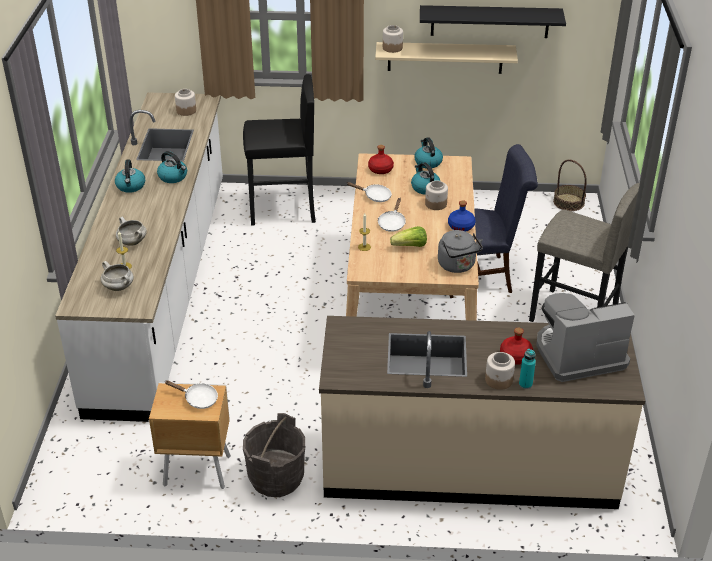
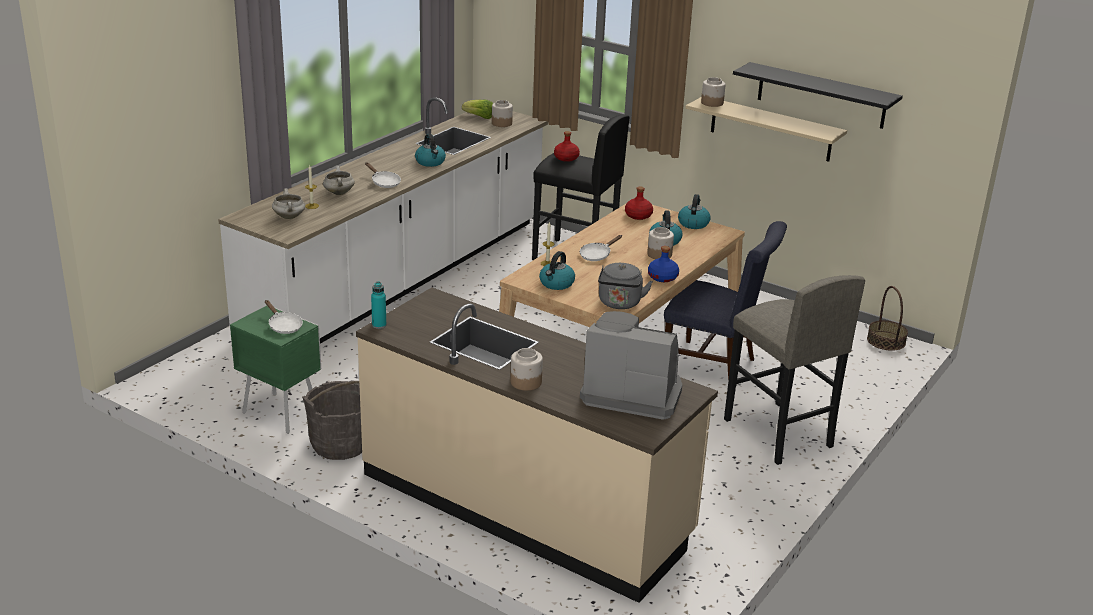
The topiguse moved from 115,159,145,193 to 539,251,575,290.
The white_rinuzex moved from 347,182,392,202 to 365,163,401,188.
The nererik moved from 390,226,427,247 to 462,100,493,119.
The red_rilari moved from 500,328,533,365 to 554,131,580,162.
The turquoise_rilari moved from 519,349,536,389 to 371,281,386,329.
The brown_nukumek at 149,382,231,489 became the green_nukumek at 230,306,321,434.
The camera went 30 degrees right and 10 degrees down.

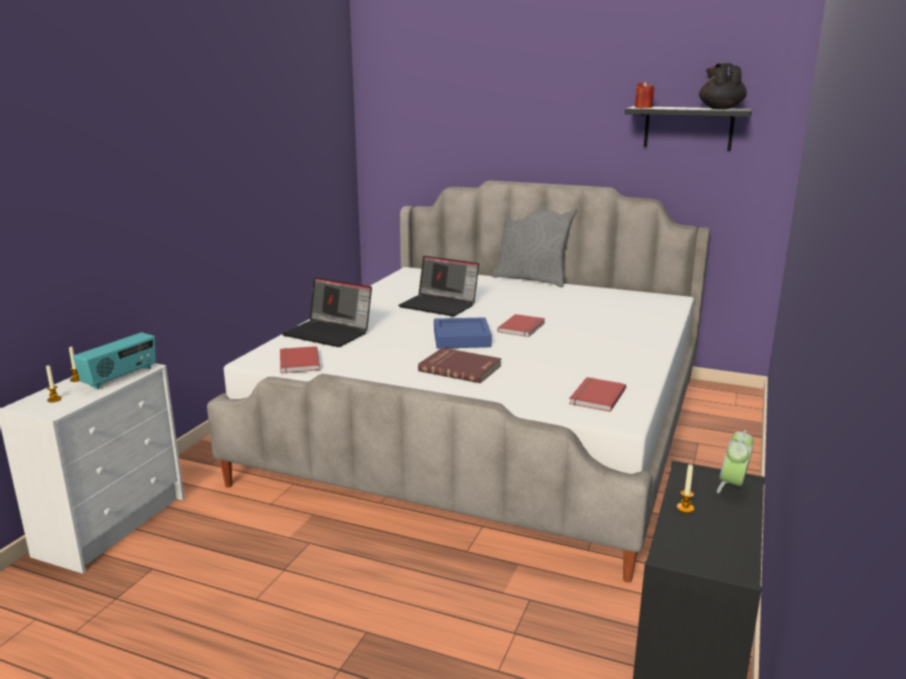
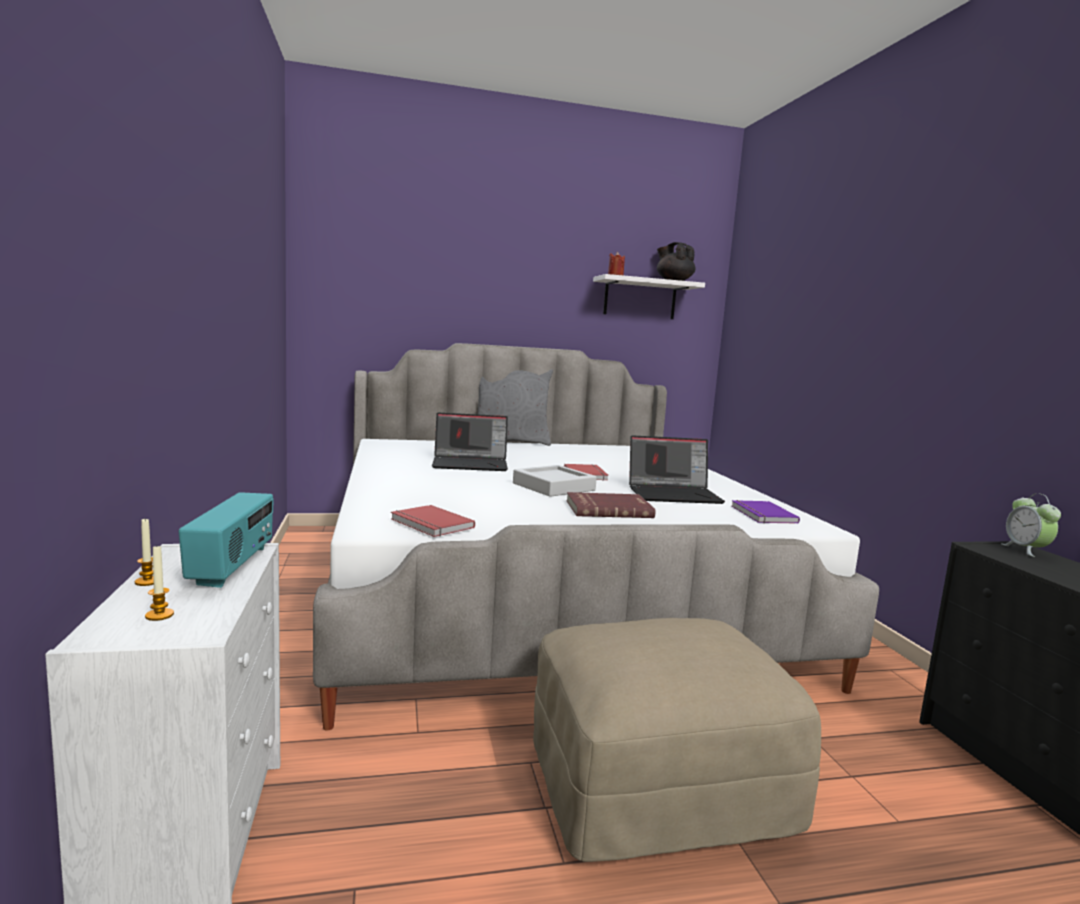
The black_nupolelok at 625,106,752,150 became the white_nupolelok at 593,274,705,319.
The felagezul moved from 281,277,372,347 to 629,435,725,504.
The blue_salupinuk at 434,317,492,349 became the grey_salupinuk at 513,465,597,497.
The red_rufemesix at 569,377,626,412 became the purple_rufemesix at 732,500,800,524.
The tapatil at 677,464,694,513 disappeared.
The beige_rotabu at 533,618,821,862 appeared.
The camera went 35 degrees left and 10 degrees down.

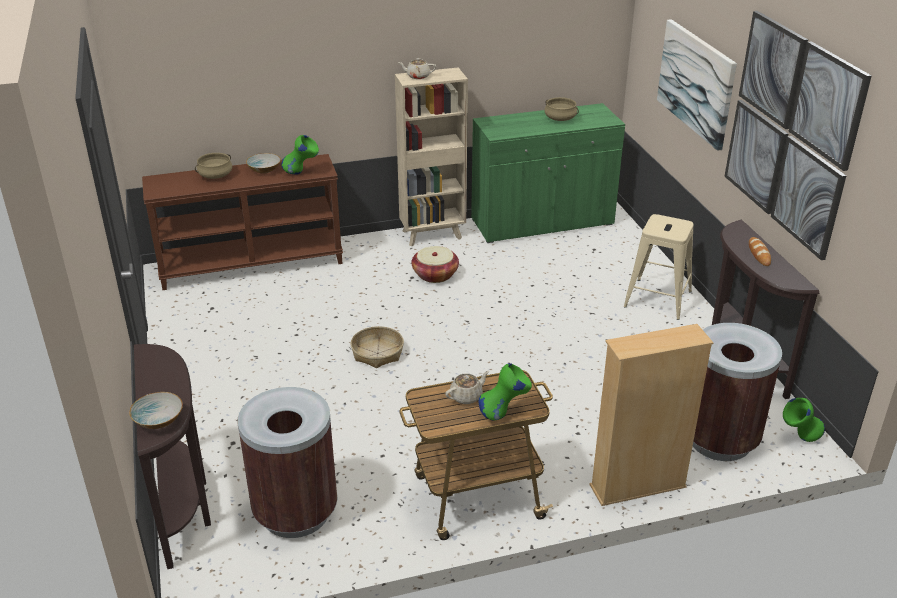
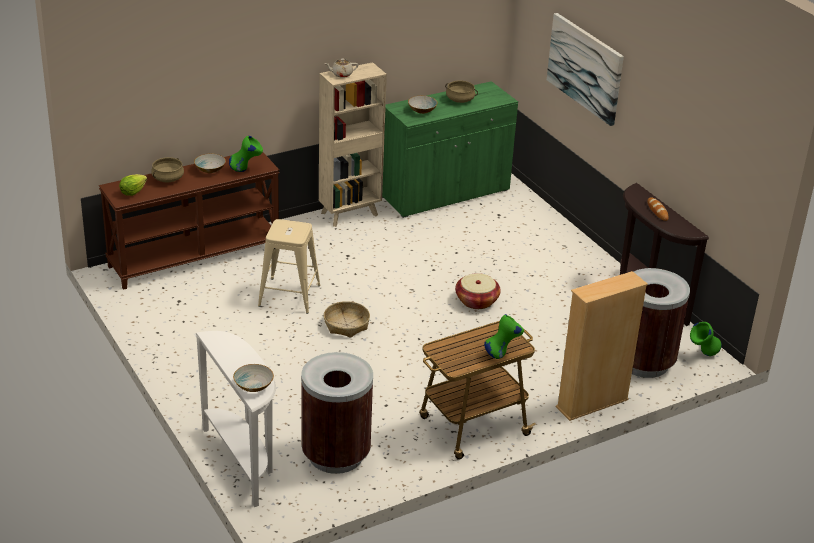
The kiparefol at 724,11,872,260 disappeared.
The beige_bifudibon moved from 624,214,694,320 to 258,219,321,314.
The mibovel moved from 411,246,459,283 to 455,273,501,309.
The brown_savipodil at 134,344,211,569 became the white_savipodil at 195,331,276,507.
The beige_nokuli at 445,371,489,404 disappeared.
The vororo at 408,96,438,114 appeared.
The nererik at 119,174,147,196 appeared.
The camera went 15 degrees left and 0 degrees up.

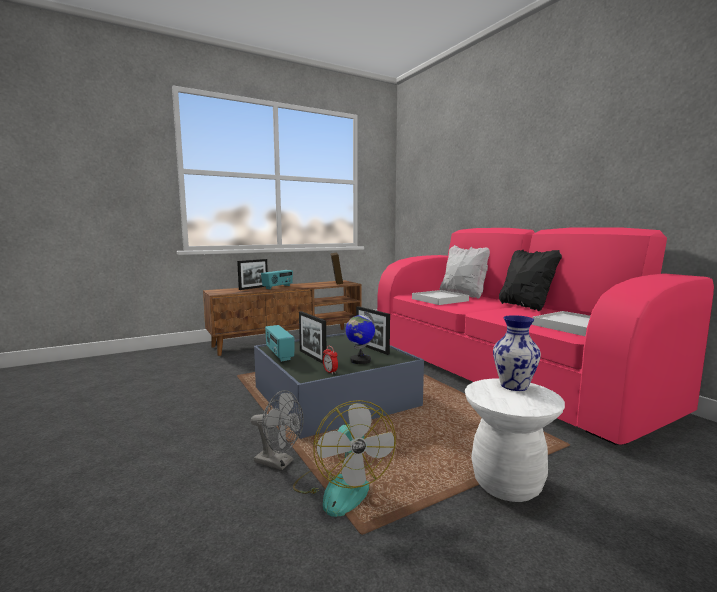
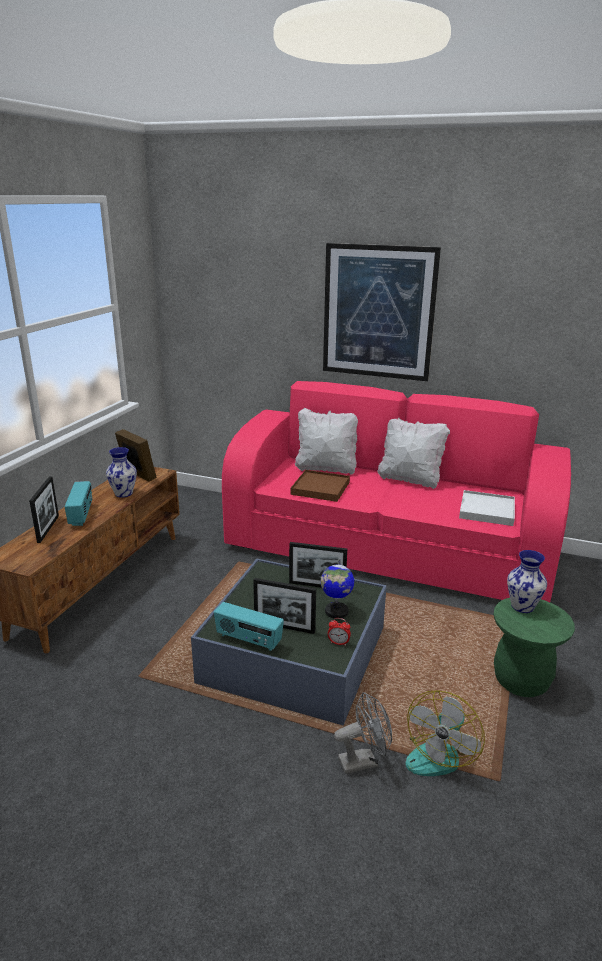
The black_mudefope at 499,250,562,311 became the white_mudefope at 377,418,450,489.
The white_salupinuk at 412,290,469,305 became the brown_salupinuk at 291,470,350,502.
The white_bifudibon at 465,378,565,502 became the green_bifudibon at 494,598,575,697.
The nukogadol at 293,400,396,517 turned 90 degrees clockwise.
The kiparefol at 323,243,441,381 appeared.
The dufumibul at 106,447,137,498 appeared.
The camera went 40 degrees left and 15 degrees up.

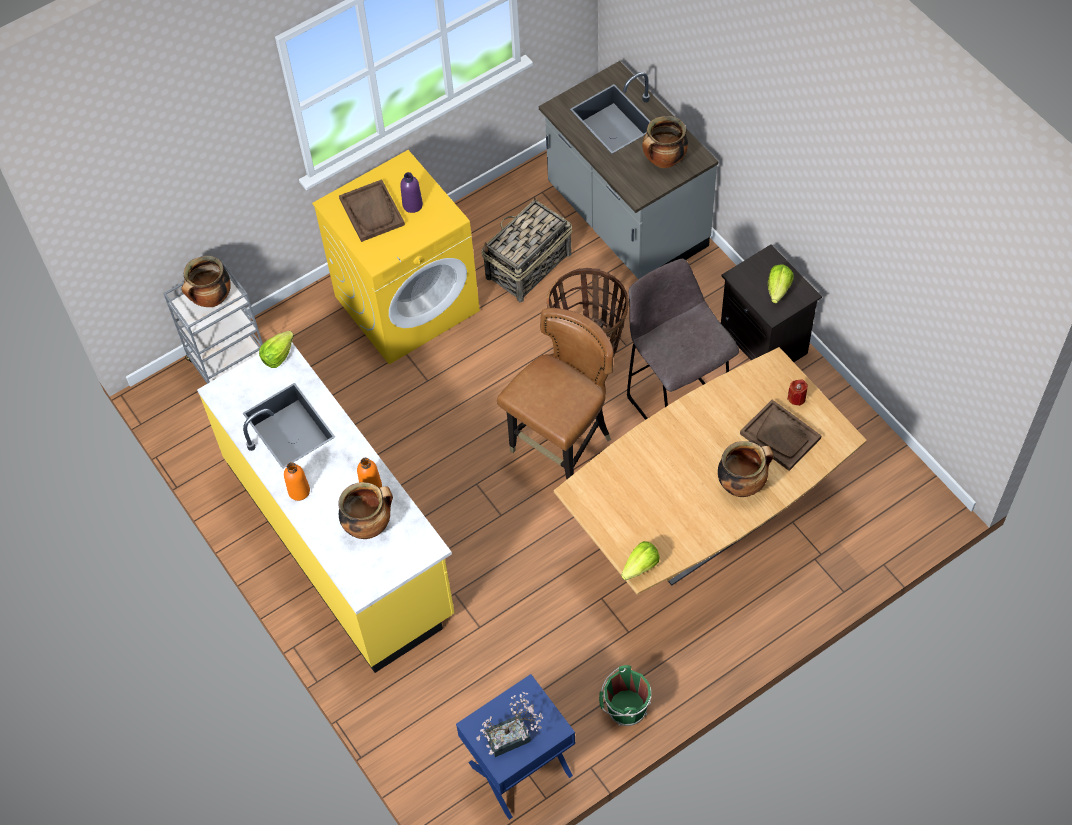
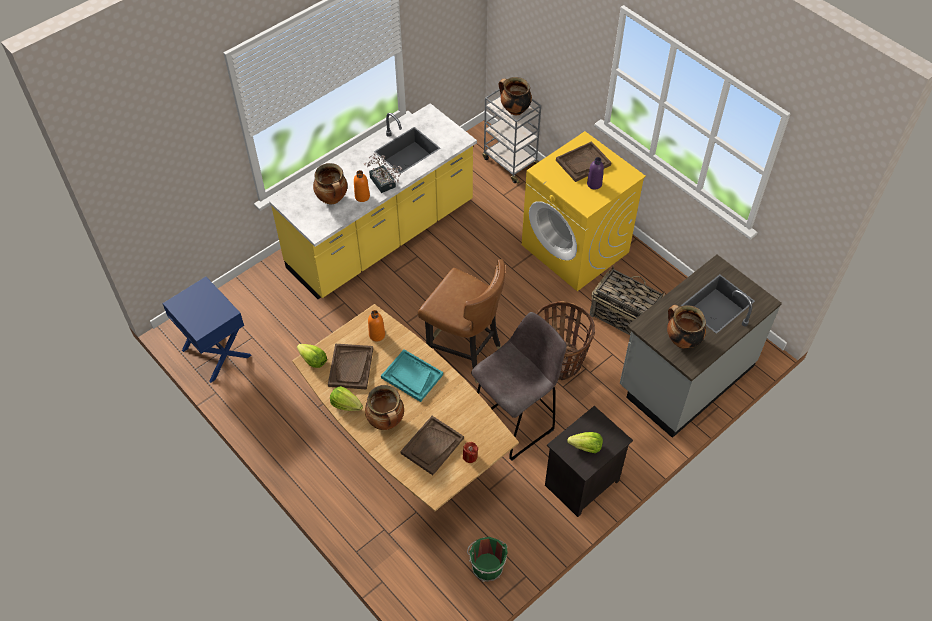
The nererik moved from 259,331,294,368 to 330,386,363,411.
The orange_rilari moved from 284,462,310,501 to 368,310,385,342.
The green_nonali moved from 599,665,652,726 to 467,537,508,582.
The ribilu moved from 476,692,543,757 to 364,153,402,193.
The brown_salupinuk at 328,344,373,389 appeared.
The turquoise_salupinuk at 381,349,443,402 appeared.
The camera went 80 degrees right and 5 degrees down.

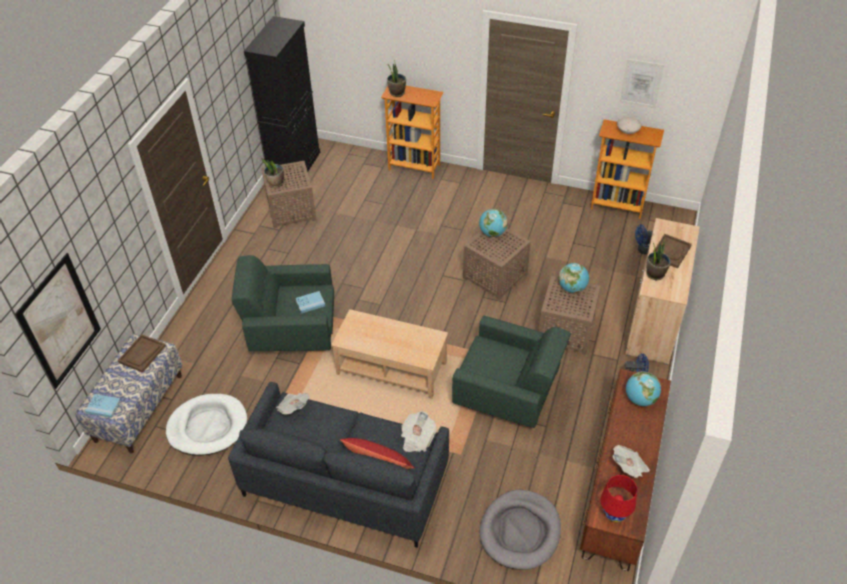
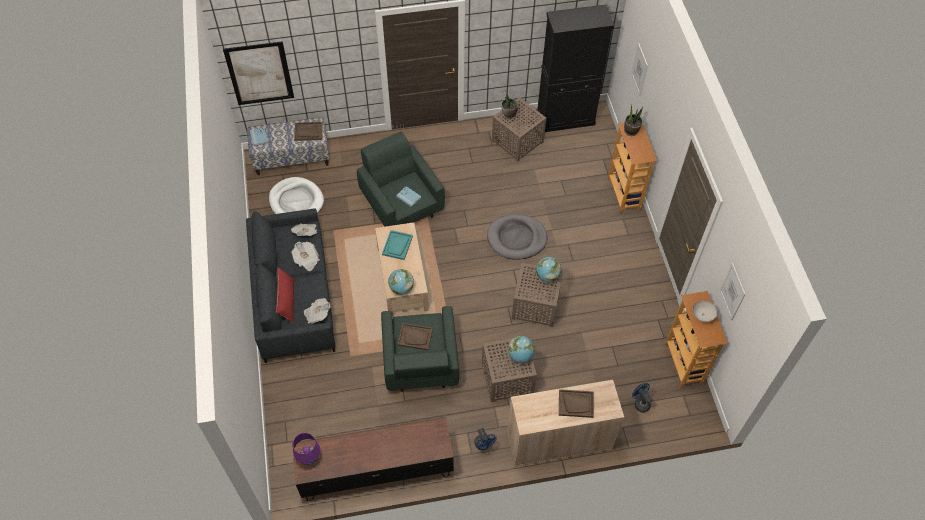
The ribilu at 646,241,671,280 disappeared.
The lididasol moved from 626,371,661,406 to 388,269,414,295.
The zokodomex moved from 612,445,650,478 to 291,242,320,271.
The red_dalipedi at 600,475,637,522 became the purple_dalipedi at 293,433,320,465.
The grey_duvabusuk moved from 480,490,561,570 to 487,214,547,260.
The kiparefol at 631,43,648,96 appeared.
The turquoise_salupinuk at 382,230,413,260 appeared.
The brown_salupinuk at 397,323,433,350 appeared.
The camera went 60 degrees right and 10 degrees up.

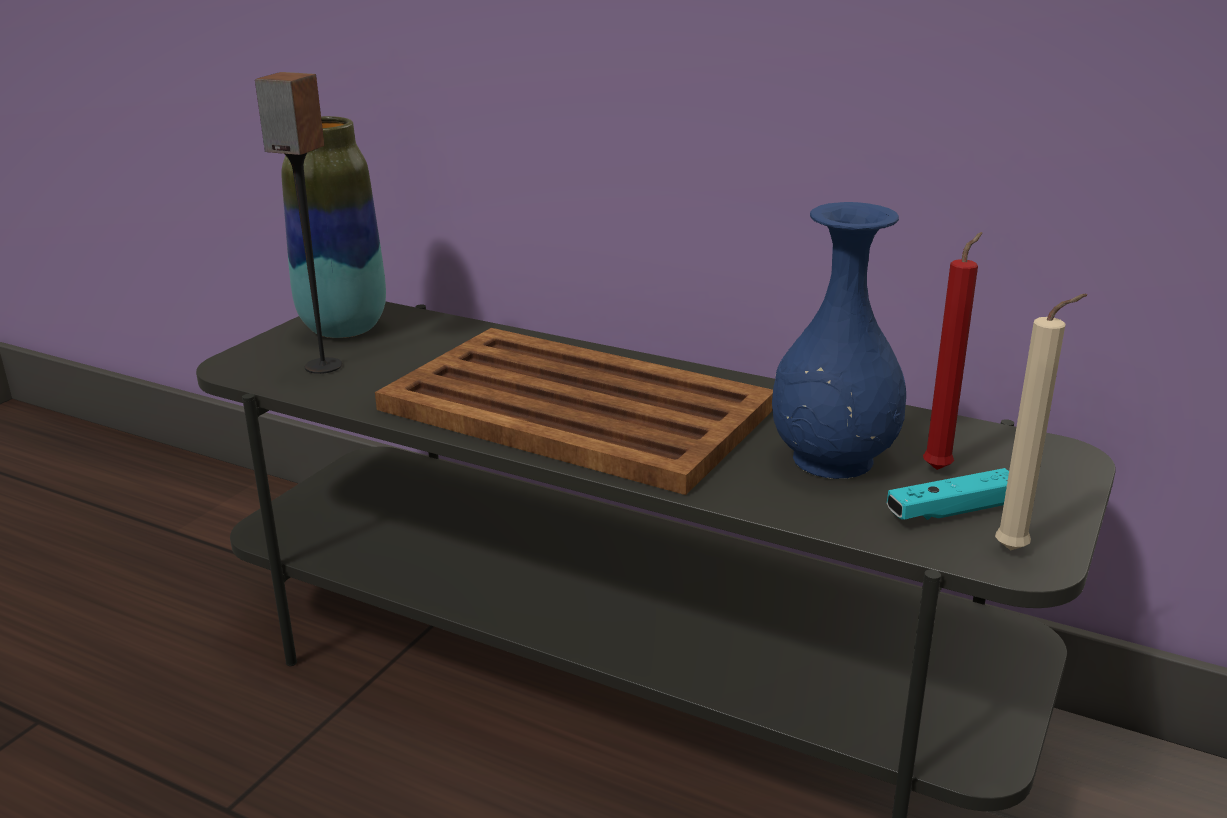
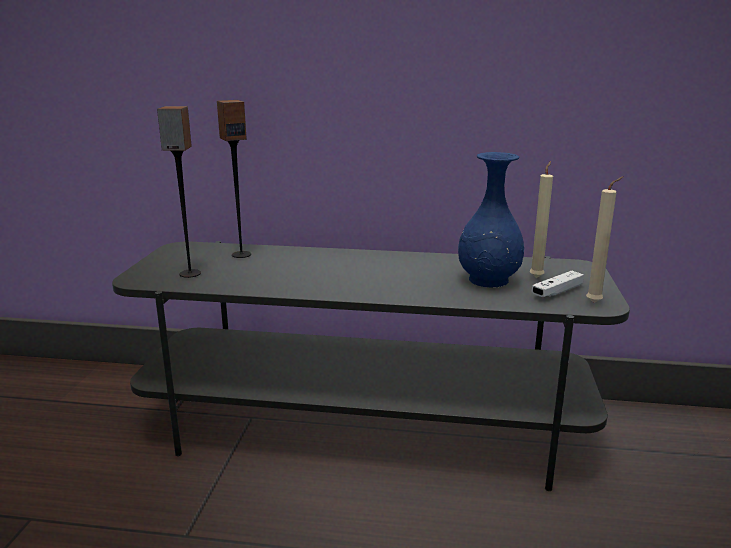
The dufumibul at 282,116,386,338 disappeared.
The red_tapatil at 923,232,982,470 became the beige_tapatil at 530,161,553,278.
The brown_salupinuk at 375,328,773,495 disappeared.
The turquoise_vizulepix at 887,468,1009,520 became the white_vizulepix at 531,271,584,297.
The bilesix at 217,100,251,258 appeared.
The camera went 20 degrees left and 5 degrees down.

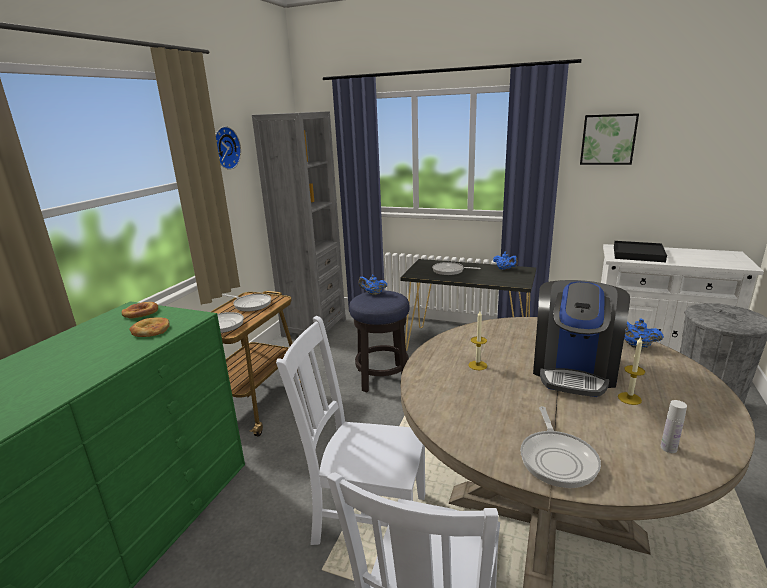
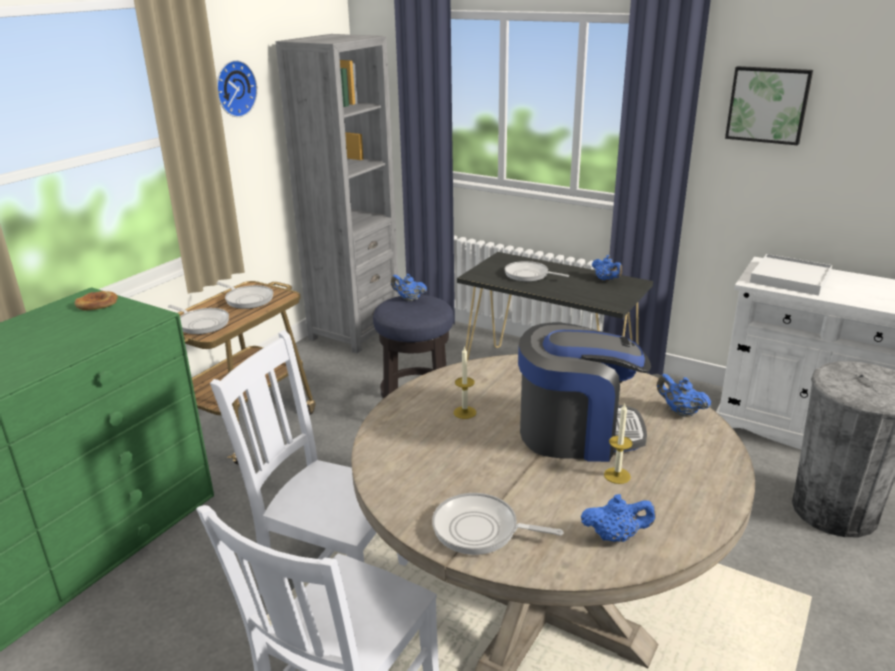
The black_salupinuk at 614,241,667,262 became the white_salupinuk at 750,254,832,296.
The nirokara at 533,280,630,397 turned 120 degrees counterclockwise.
The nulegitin at 129,317,170,337 disappeared.
The white_rilari at 661,400,687,453 was replaced by the blue_nokuli at 581,494,656,542.
The rinuzex at 520,406,601,488 turned 90 degrees clockwise.
The camera went 10 degrees right and 5 degrees up.

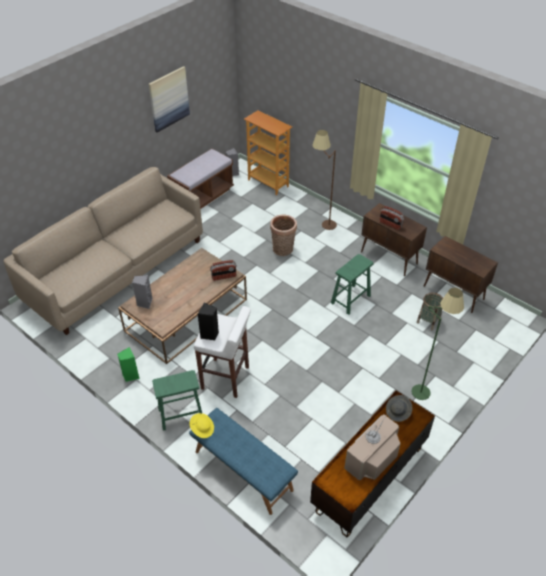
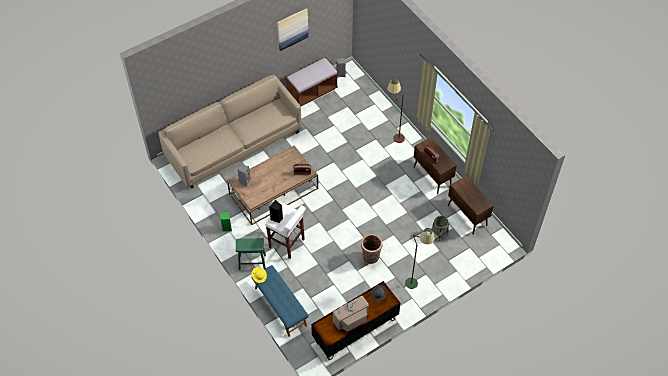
The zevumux at 244,110,292,196 disappeared.
The mibovel moved from 270,214,297,256 to 361,234,383,264.
The green_bifudibon at 331,254,374,315 disappeared.
The camera went 15 degrees right and 10 degrees up.

